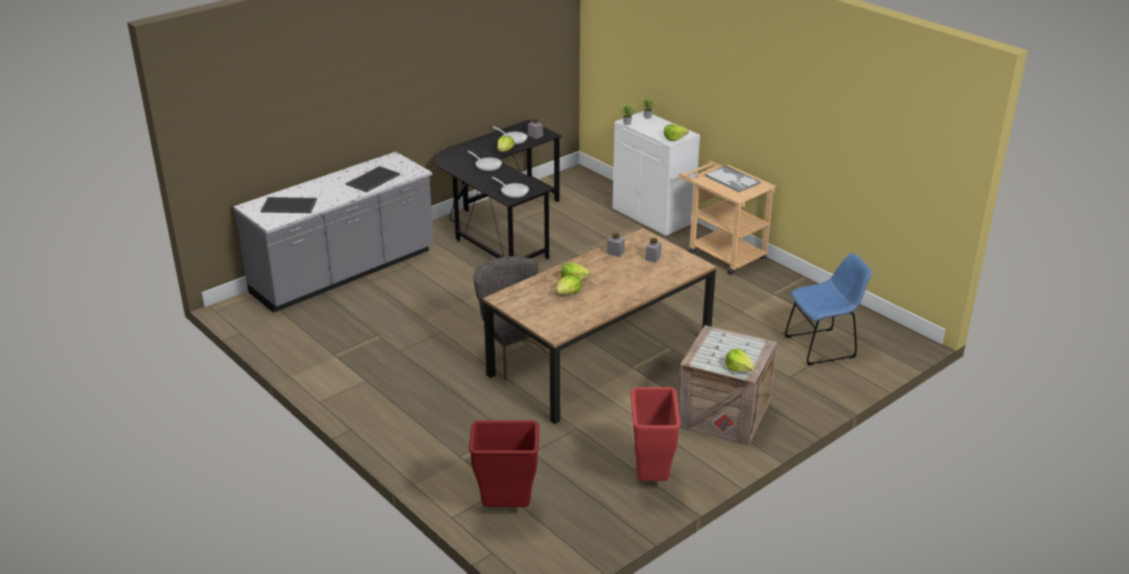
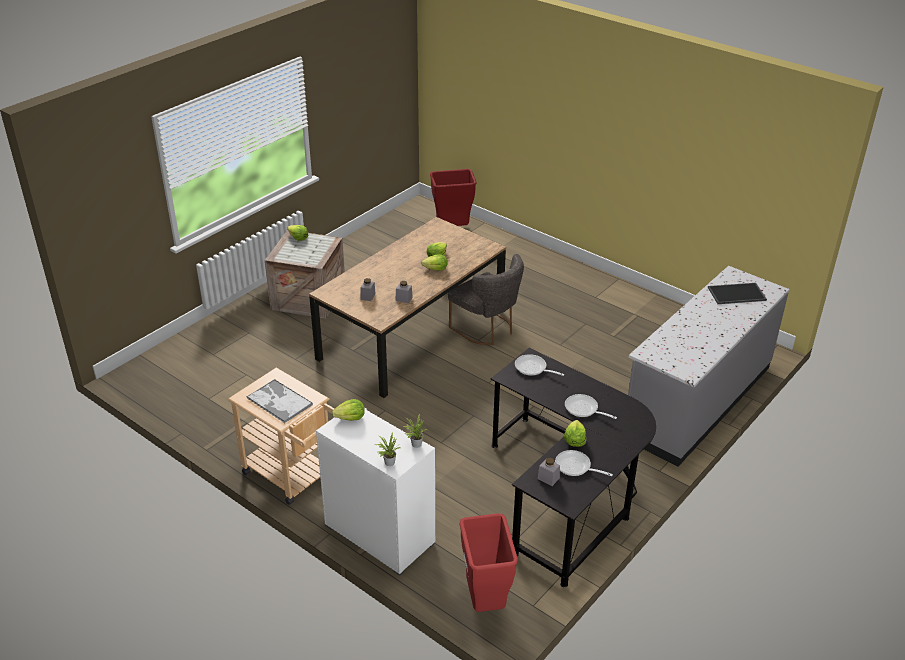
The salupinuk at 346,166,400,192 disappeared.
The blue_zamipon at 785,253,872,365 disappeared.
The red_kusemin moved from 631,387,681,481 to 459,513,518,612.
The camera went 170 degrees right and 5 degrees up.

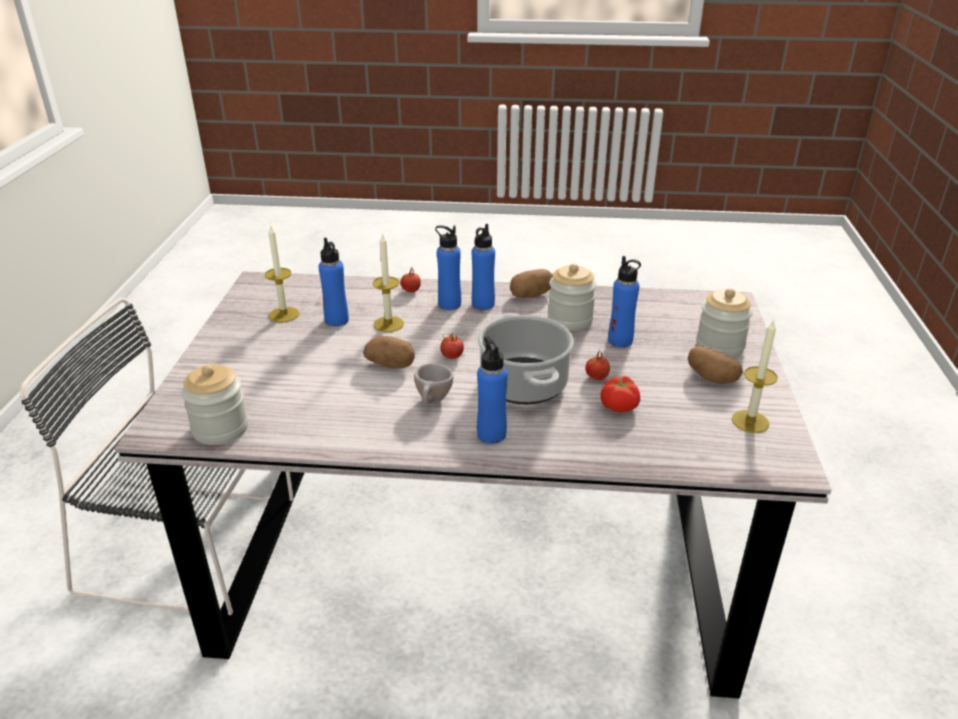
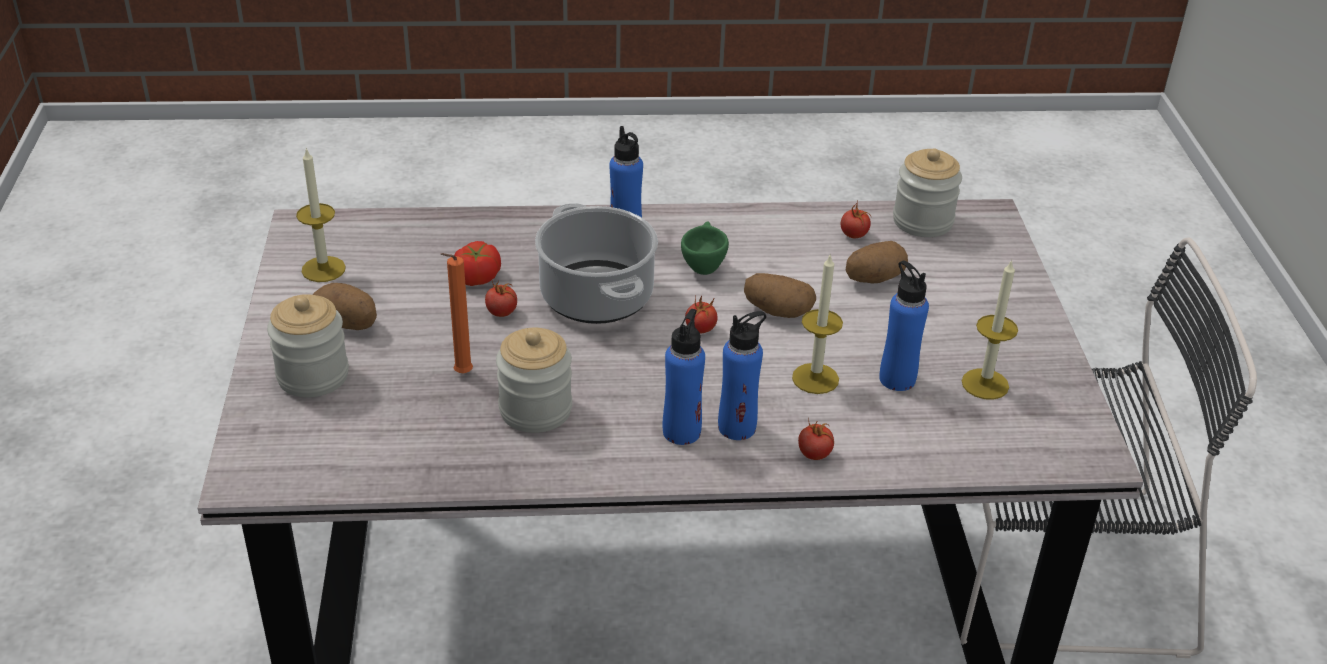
The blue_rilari at 608,256,641,347 was replaced by the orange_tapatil at 441,253,473,374.
The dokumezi moved from 510,269,553,298 to 846,241,908,283.
The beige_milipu at 414,363,453,404 became the green_milipu at 681,221,729,275.
The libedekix at 841,201,871,238 appeared.
The camera went 170 degrees right and 5 degrees up.

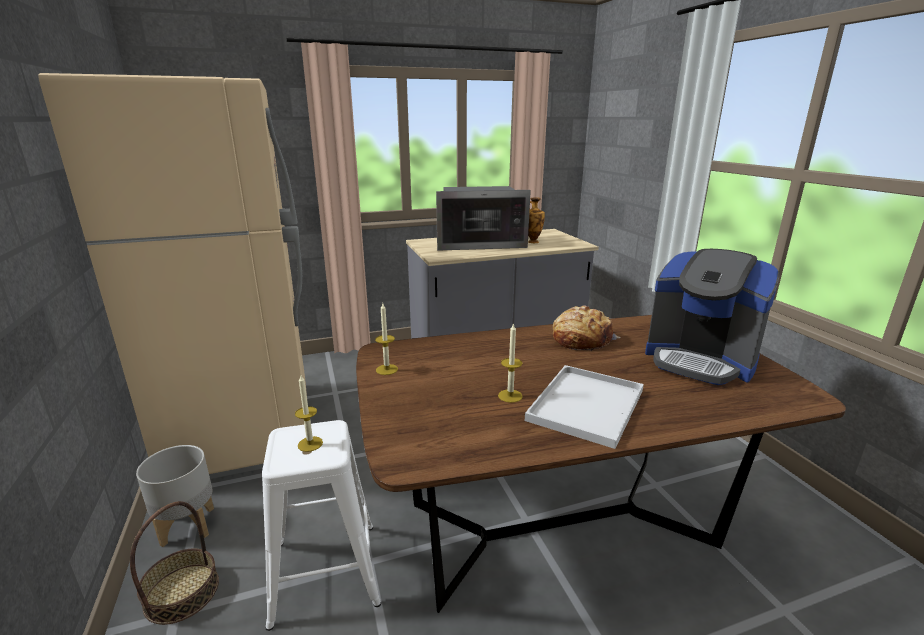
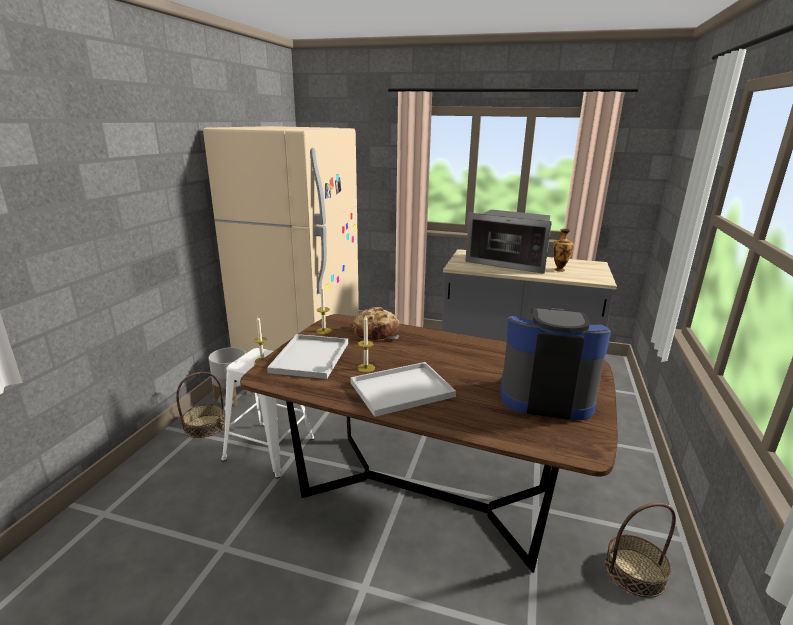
The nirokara at 645,249,780,385 turned 120 degrees clockwise.
The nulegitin moved from 553,305,621,351 to 352,307,399,341.
The white_salupinuk at 267,334,348,379 appeared.
The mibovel at 605,503,676,598 appeared.
The camera went 35 degrees right and 0 degrees up.

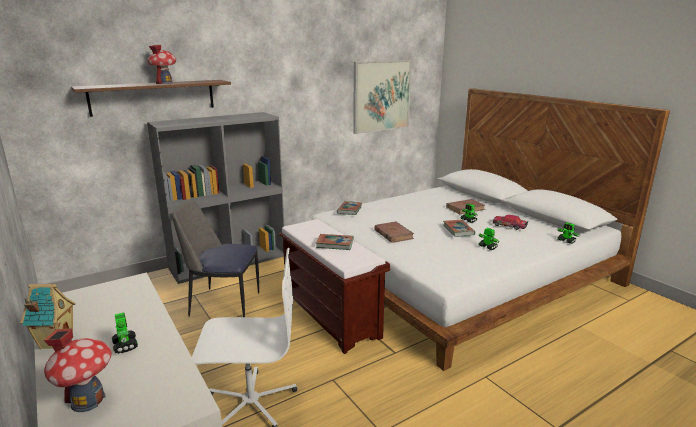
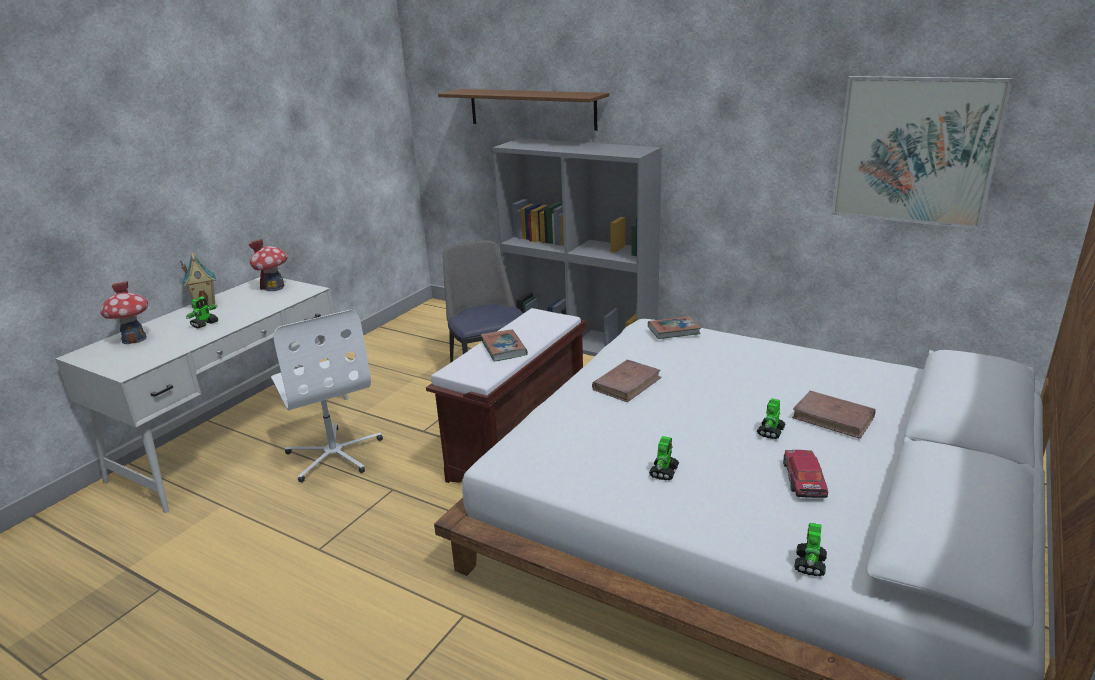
The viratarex moved from 147,45,176,84 to 248,239,288,291.
The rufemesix at 443,220,475,237 disappeared.
The camera went 65 degrees right and 5 degrees up.

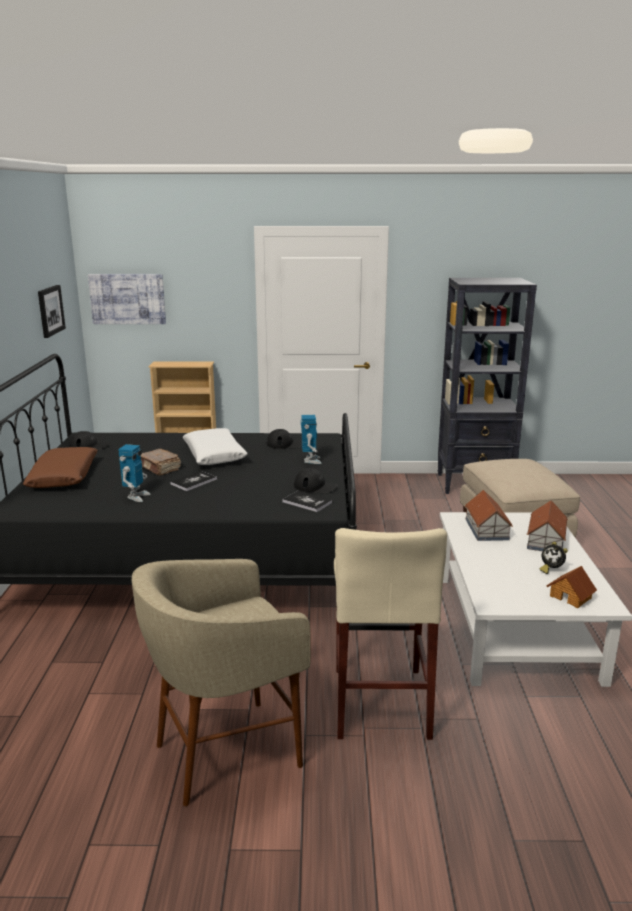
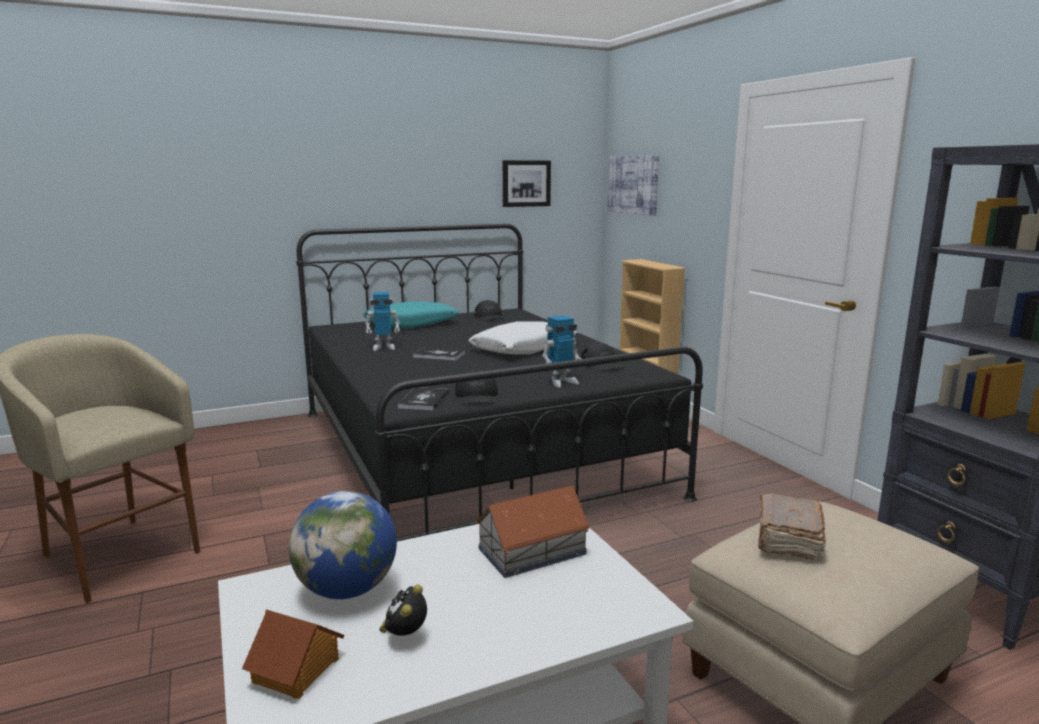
The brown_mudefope at 23,447,97,488 became the turquoise_mudefope at 363,301,459,329.
The brown_rufemesix moved from 141,449,181,476 to 758,493,826,560.
The viratarex at 527,500,568,551 disappeared.
The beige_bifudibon at 334,528,447,740 disappeared.
The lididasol at 289,491,397,599 appeared.
The camera went 65 degrees right and 5 degrees down.

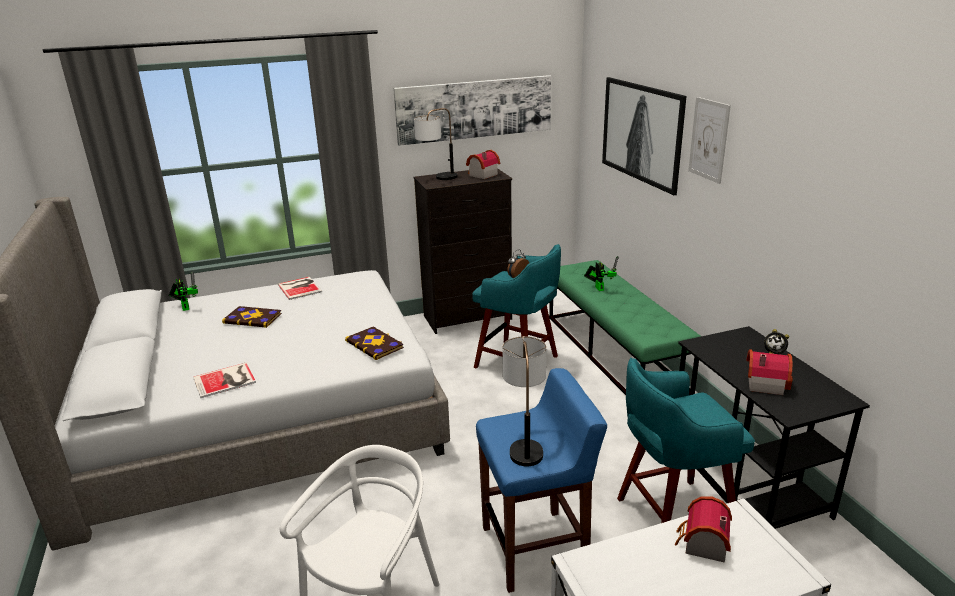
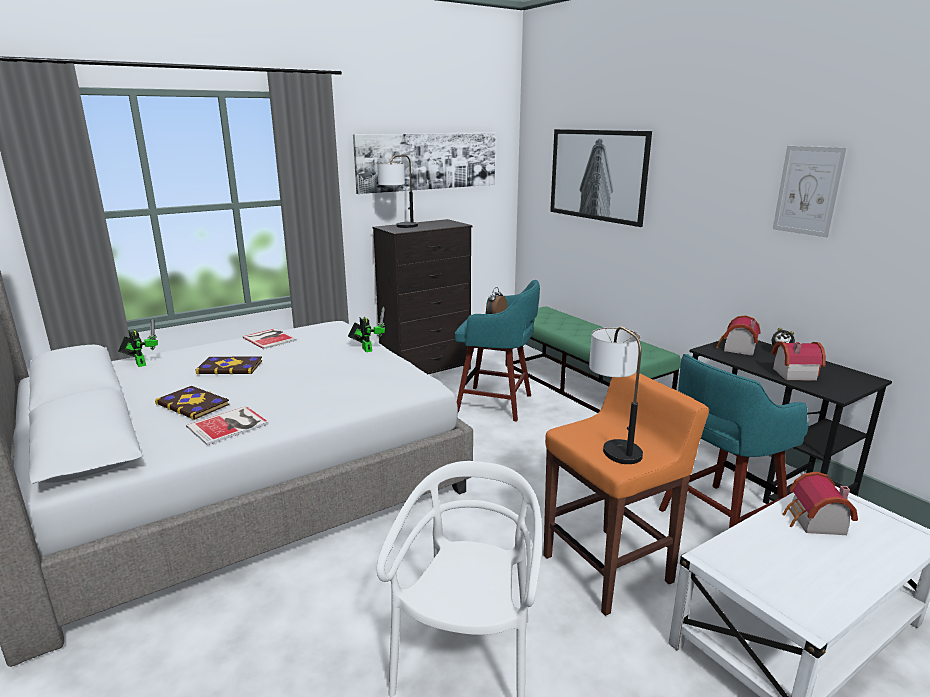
The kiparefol moved from 688,97,731,184 to 773,146,847,238.
The viratarex moved from 466,150,500,179 to 716,315,761,356.
The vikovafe moved from 584,256,619,291 to 348,307,385,352.
The rufemesix moved from 345,327,404,360 to 155,386,230,420.
The blue_bifudibon at 476,368,607,593 became the orange_bifudibon at 544,372,709,616.
The camera went 15 degrees left and 5 degrees down.

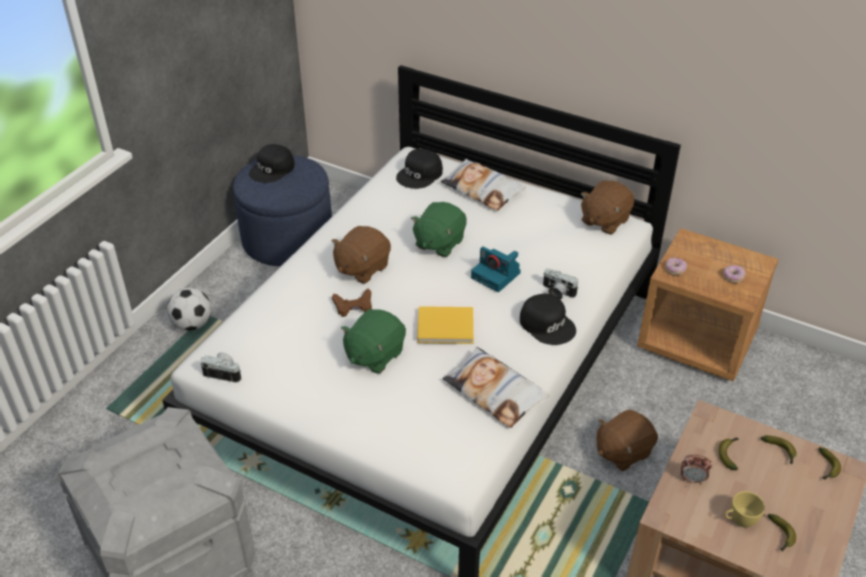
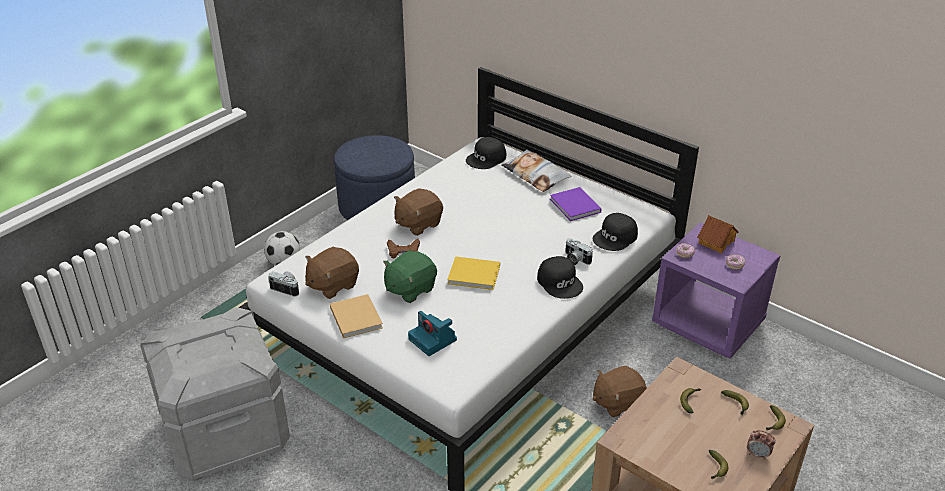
The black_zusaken moved from 249,144,295,183 to 593,213,638,251.
The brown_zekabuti moved from 581,180,634,235 to 305,247,359,299.
The green_zekabuti at 411,202,467,257 disappeared.
The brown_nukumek at 637,228,779,382 became the purple_nukumek at 652,222,781,359.
The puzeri moved from 471,246,521,292 to 408,311,457,356.
The mudefope at 442,347,549,428 disappeared.
The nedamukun moved from 681,455,712,484 to 747,430,776,460.
The yellow_milipu at 724,491,765,527 disappeared.
The purple_rufemesix at 550,187,602,221 appeared.
The viratarex at 697,215,738,253 appeared.
The beige_rufemesix at 330,294,383,338 appeared.
The camera went 10 degrees right and 5 degrees down.

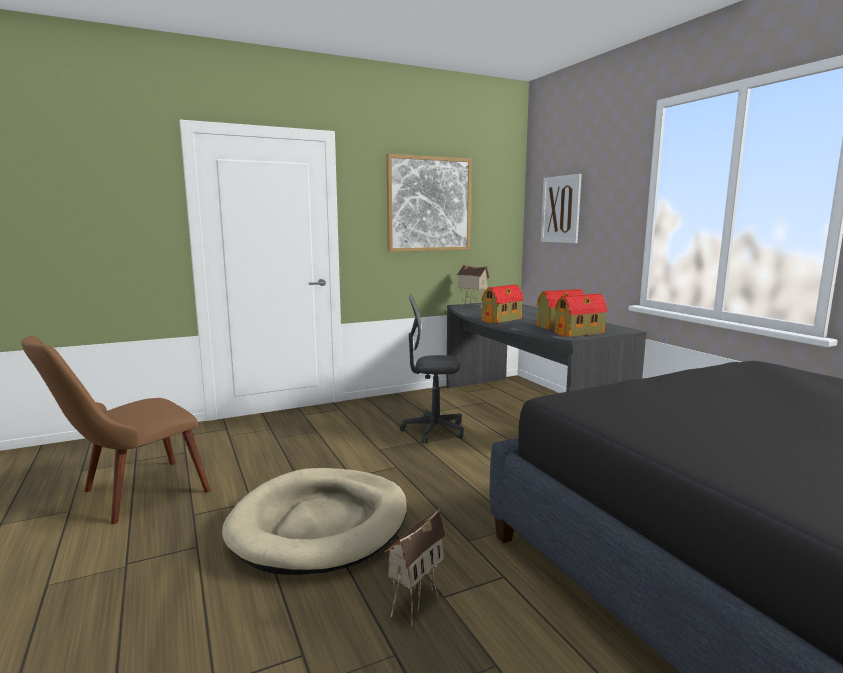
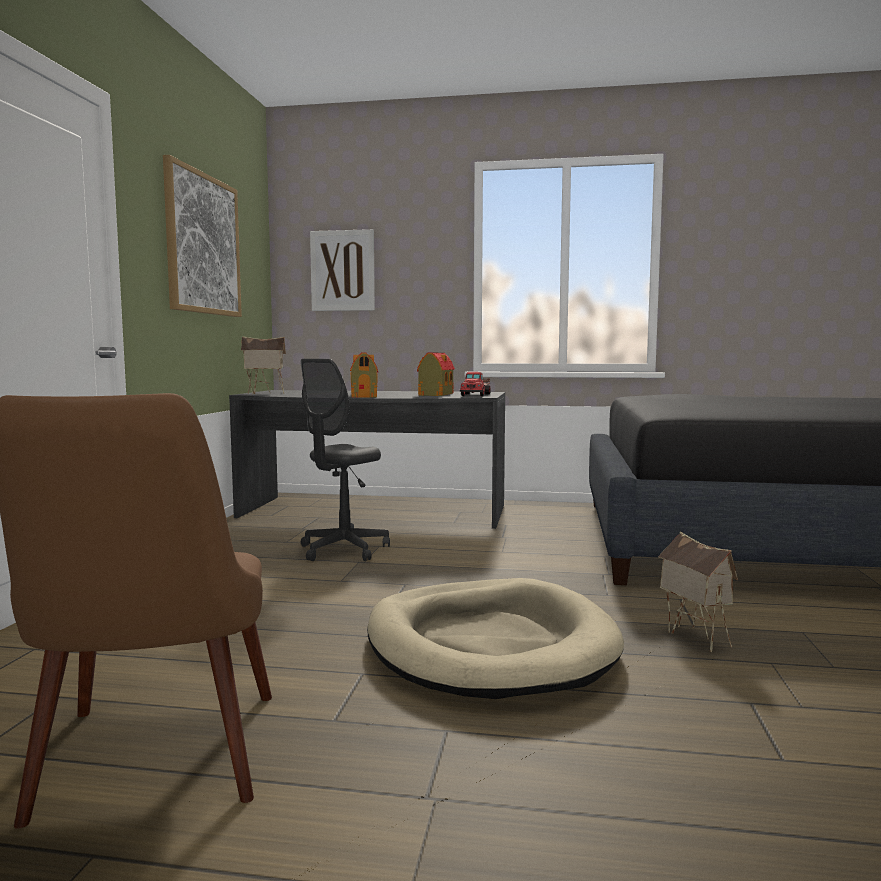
The viratarex at 554,294,607,337 was replaced by the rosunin at 460,372,490,396.
The camera went 55 degrees left and 5 degrees down.

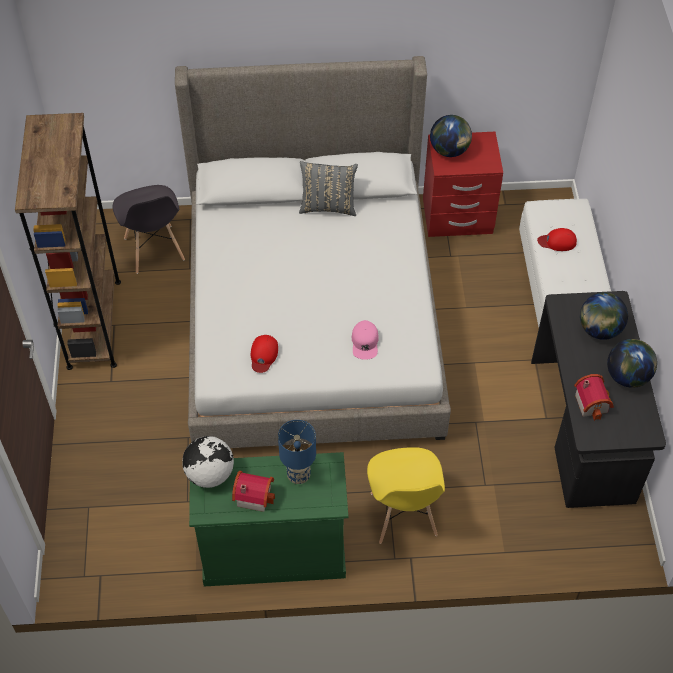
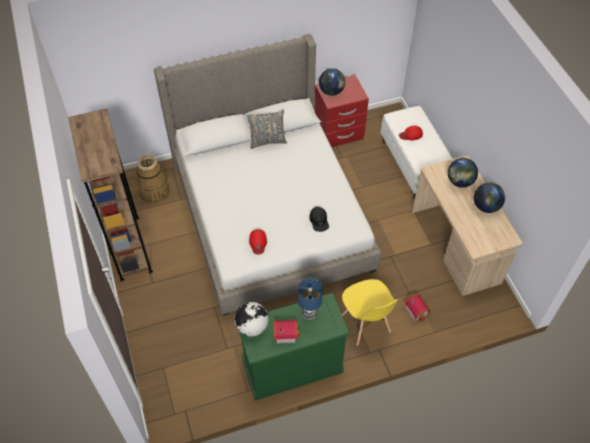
The grey_zamipon at 113,185,185,274 was replaced by the mibovel at 136,155,169,204.
The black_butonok at 531,291,666,508 became the beige_butonok at 412,156,523,296.
The pink_zusaken at 351,320,379,360 became the black_zusaken at 309,207,329,232.
The viratarex moved from 574,374,614,421 to 405,294,431,322.
The camera went 15 degrees left and 0 degrees up.

